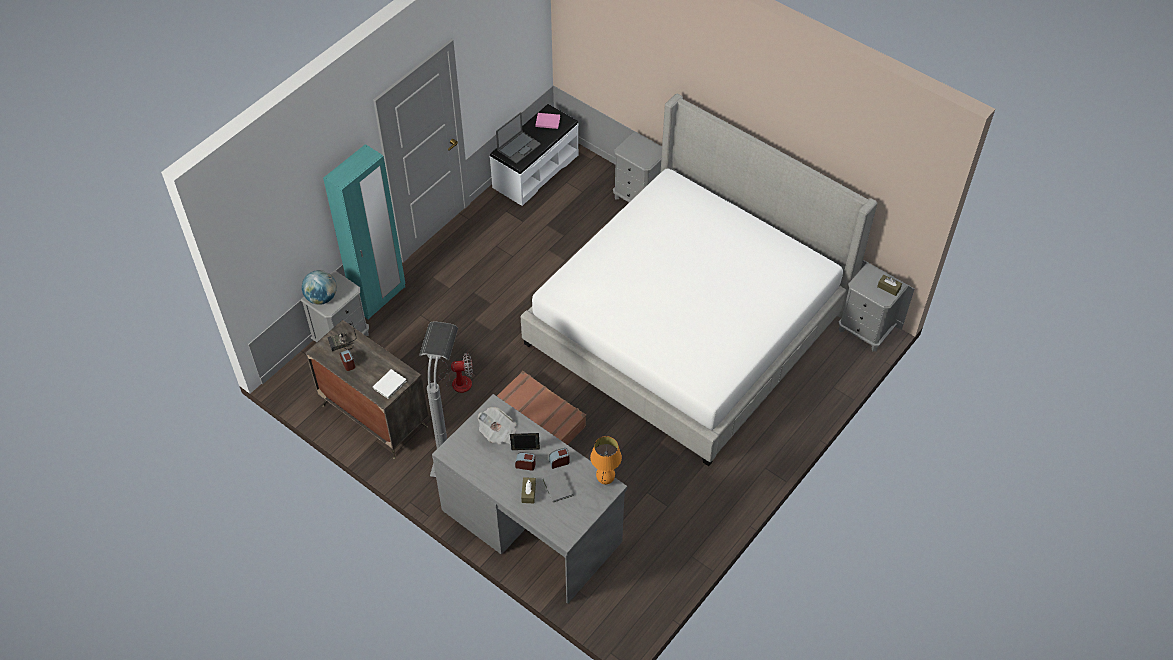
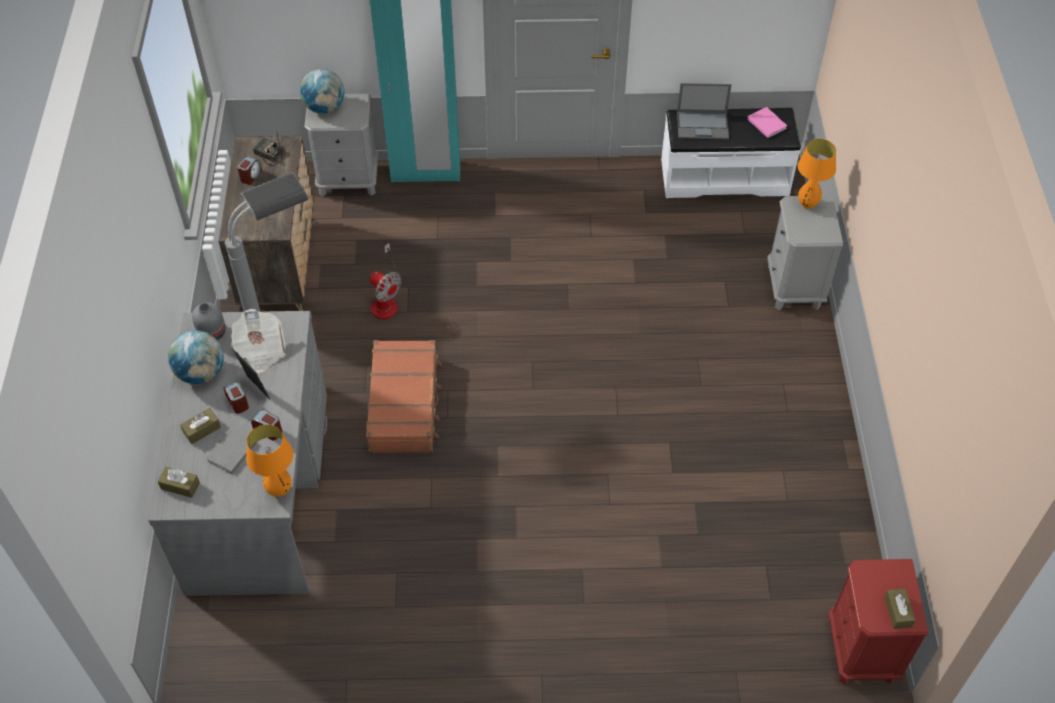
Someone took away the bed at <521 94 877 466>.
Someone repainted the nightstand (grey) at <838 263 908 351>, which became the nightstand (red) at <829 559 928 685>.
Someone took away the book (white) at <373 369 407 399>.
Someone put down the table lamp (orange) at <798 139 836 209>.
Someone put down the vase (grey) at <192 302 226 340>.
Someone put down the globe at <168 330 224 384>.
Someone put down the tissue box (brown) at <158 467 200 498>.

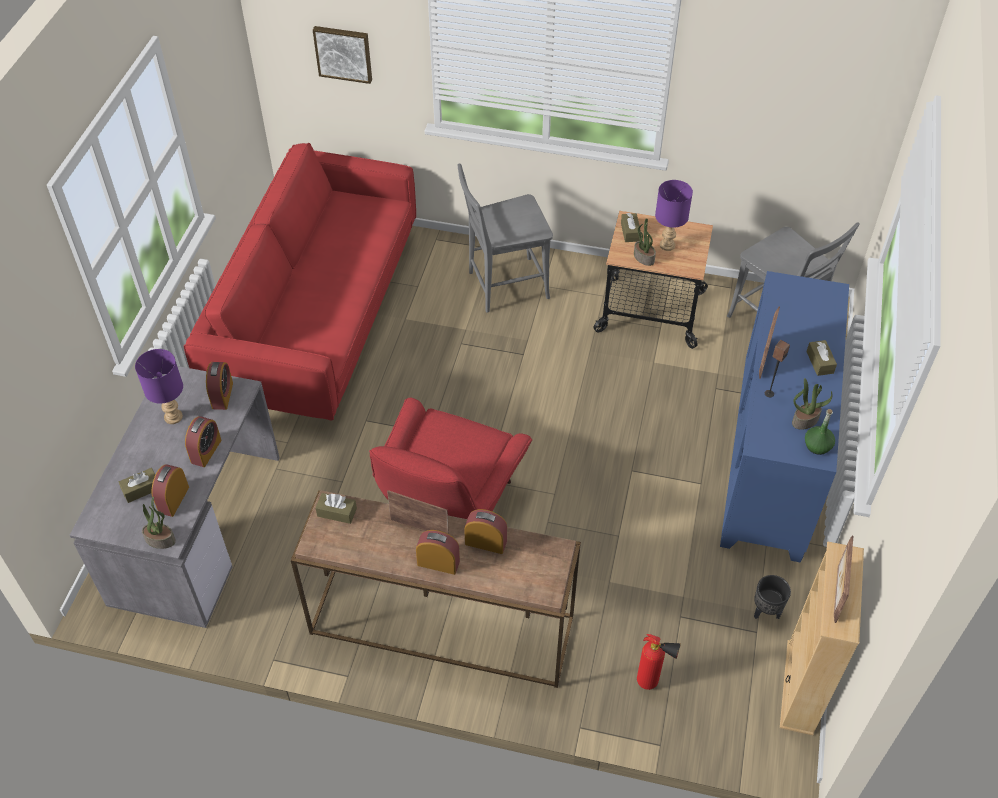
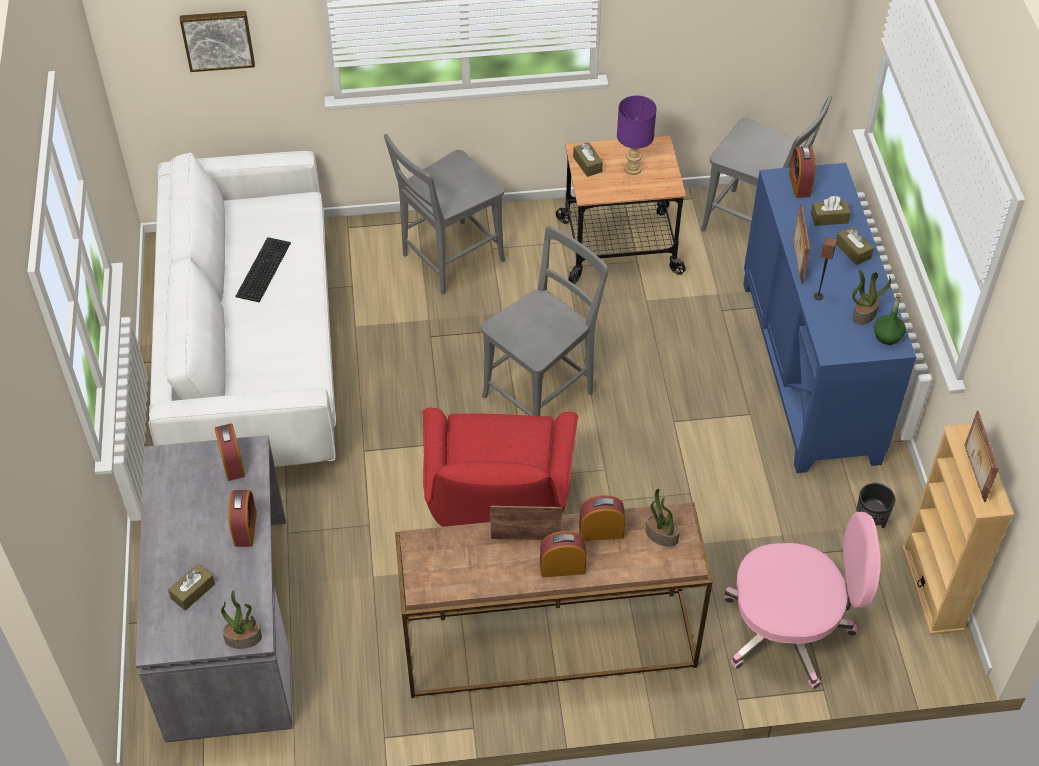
Someone repainted the sofa (red) at <184 143 416 421>, which became the sofa (white) at <149 151 336 467>.
Someone carried the potted plant from <634 218 656 266> to <646 489 680 547>.
Someone took away the table lamp (purple) at <135 349 183 424>.
Someone carried the alarm clock from <151 465 189 517> to <789 146 815 198>.
Someone carried the tissue box (brown) from <315 493 357 524> to <811 196 851 226>.
Someone swapped the fire extinguisher at <637 634 681 690> for the office chair (pink) at <724 512 881 689>.
Someone put down the chair (grey) at <480 226 608 416>.
Someone put down the keyboard at <235 237 291 303>.

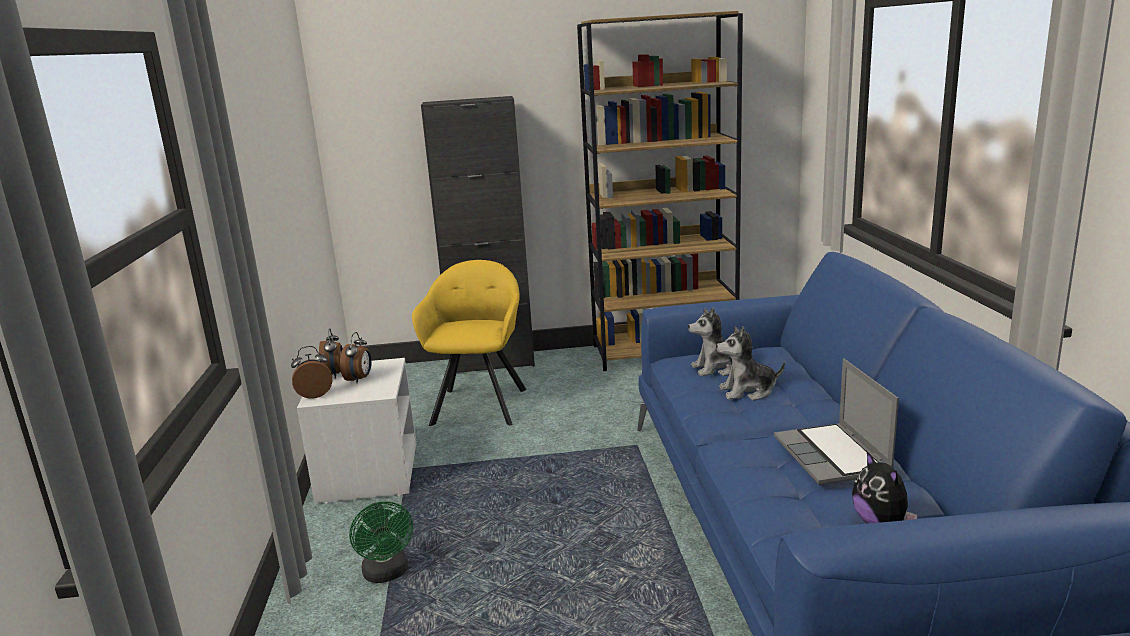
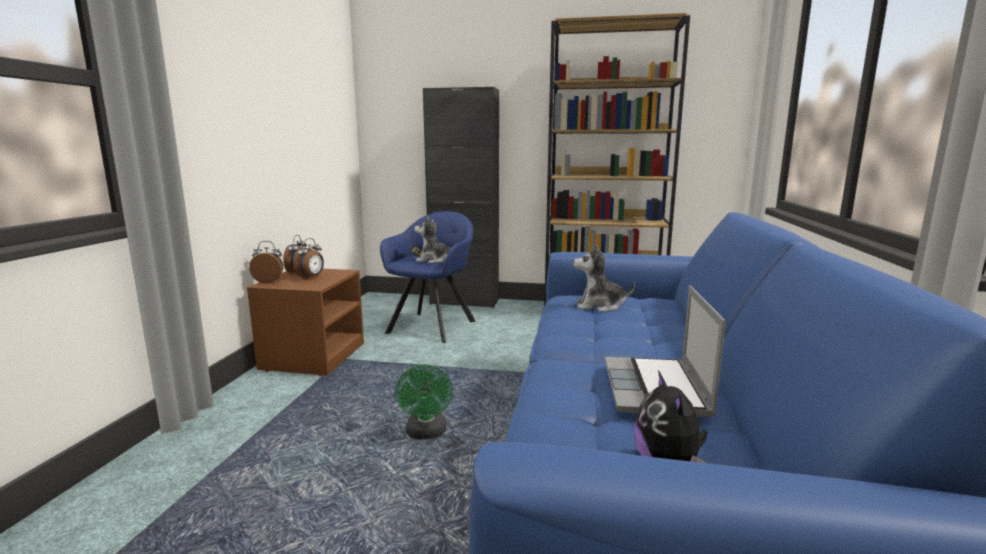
Someone repainted the armchair (yellow) at <412 260 527 426>, which became the armchair (blue) at <380 211 476 343>.
Someone carried the plush toy from <716 326 785 401> to <414 216 456 263>.
Someone repainted the nightstand (white) at <297 358 416 504>, which became the nightstand (brown) at <247 269 364 377>.
Someone carried the fan (green) from <349 501 413 583> to <396 365 453 440>.

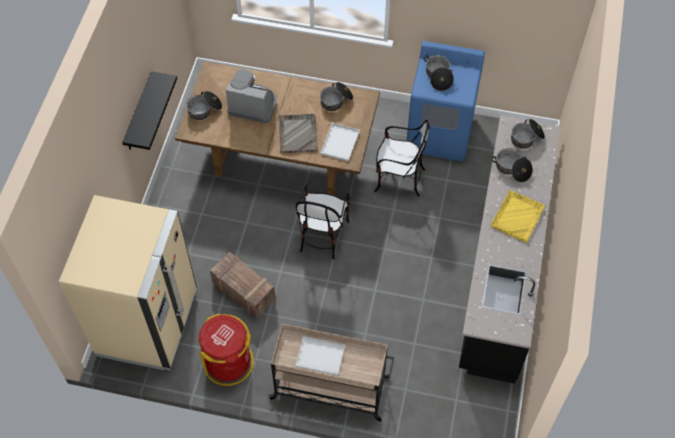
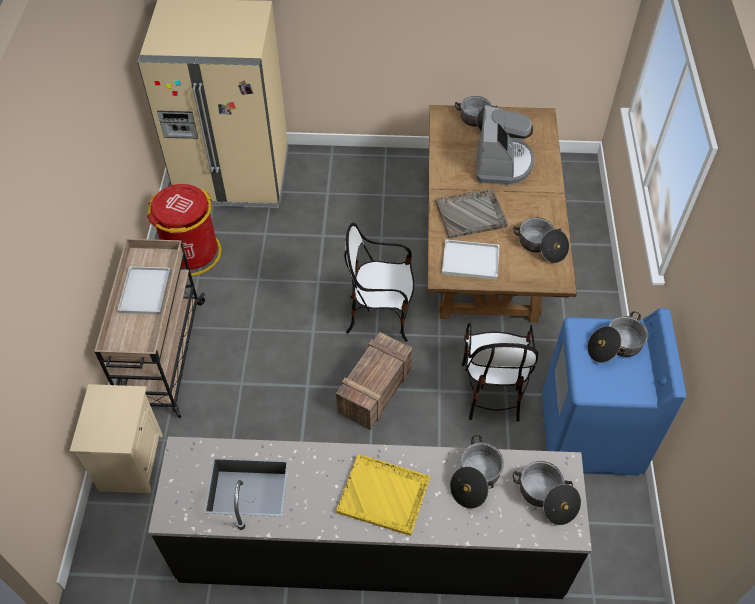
Someone took away the shelf (black) at <122 71 177 150>.
Someone carried the crate from <210 252 276 318> to <336 332 413 430>.
Someone put down the nightstand (beige) at <70 384 163 493>.

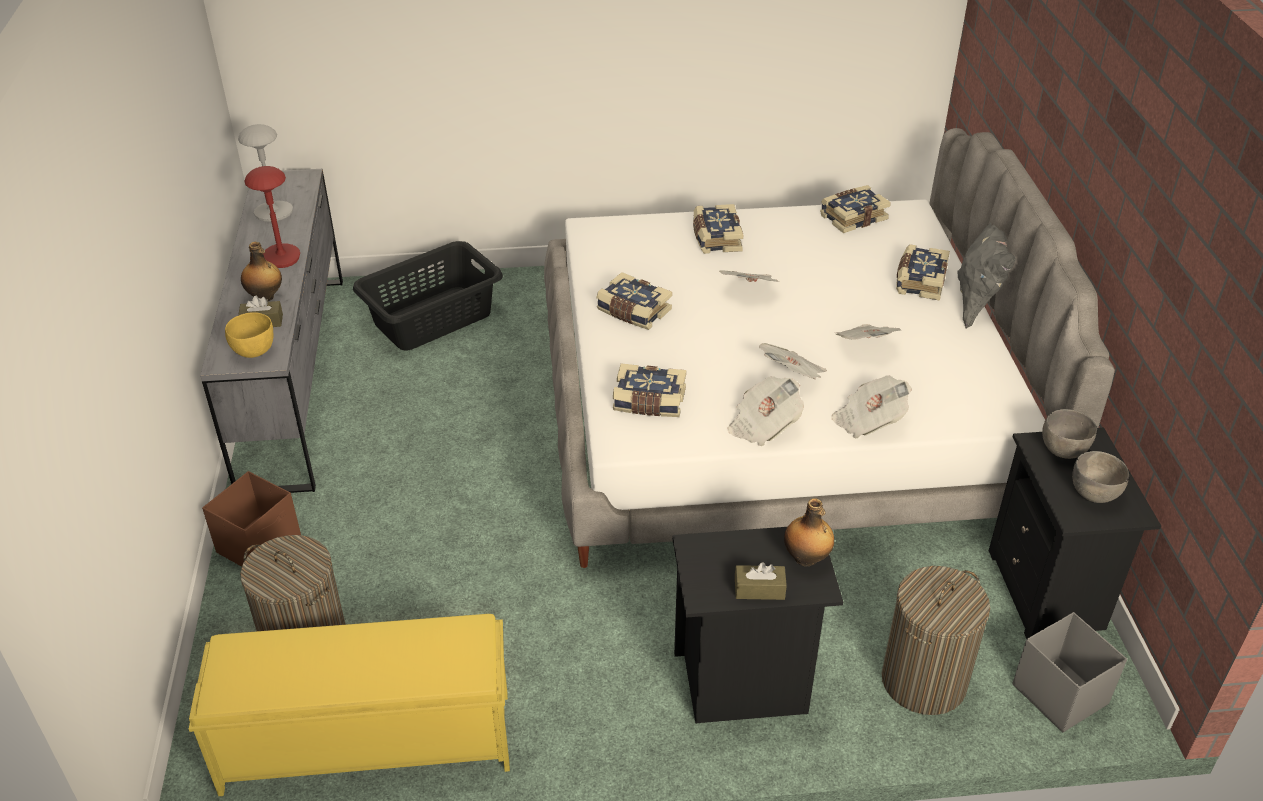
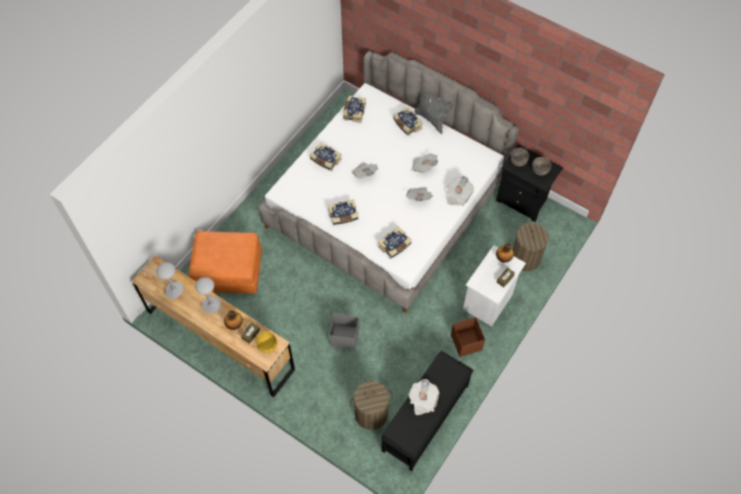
Someone repainted the table lamp (red) at <244 166 300 268>, which became the table lamp (grey) at <195 277 221 313>.
Someone repainted the dresser (grey) at <200 169 343 493>, which became the dresser (brown) at <132 255 295 397>.
Someone swapped the laundry basket (black) at <353 241 503 351> for the ottoman (orange) at <189 231 262 294>.
Someone carried the newspaper from <727 376 804 446> to <409 379 439 415>.
Someone carried the storage box (brown) from <202 471 301 567> to <451 317 485 357>.
Someone repainted the nightstand (black) at <672 527 843 723>, which became the nightstand (white) at <462 245 526 327>.
Someone carried the storage box (grey) from <1012 612 1127 733> to <329 313 359 350>.
Someone repainted the bench (yellow) at <189 614 510 796>, which became the bench (black) at <381 351 474 471>.

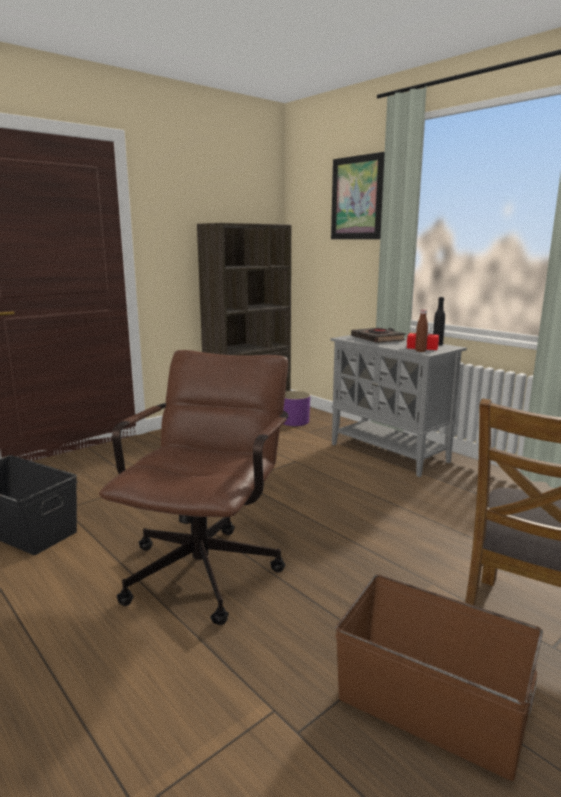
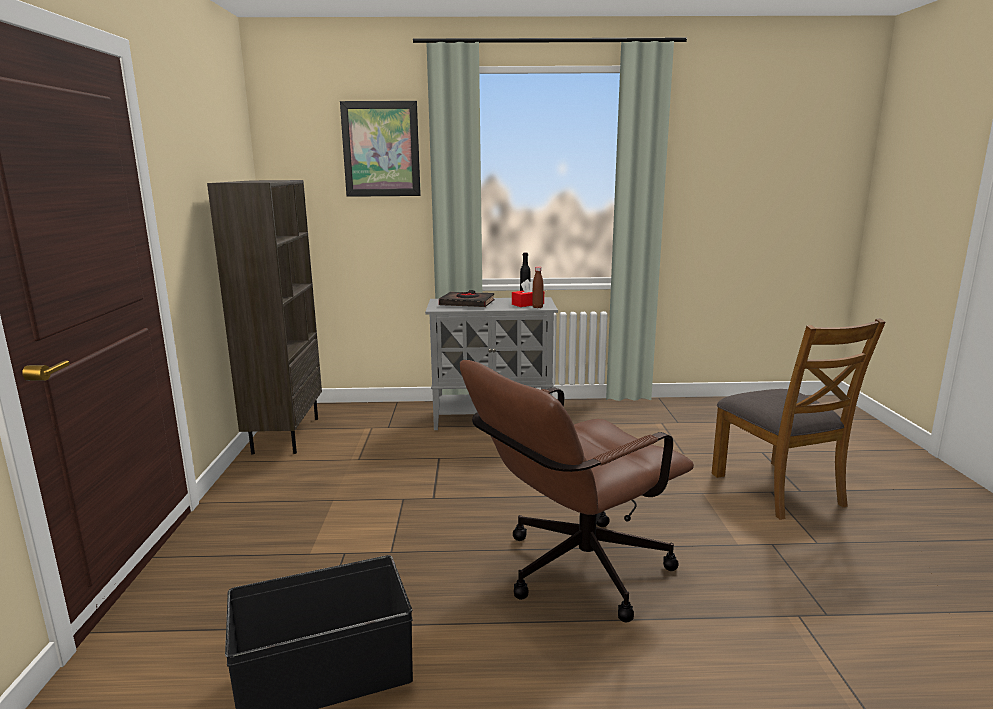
Someone rotated the office chair (brown) at <99 350 288 625> by 90 degrees counterclockwise.
Someone took away the planter (purple) at <283 391 310 426>.
Someone took away the storage box (brown) at <335 574 543 781>.

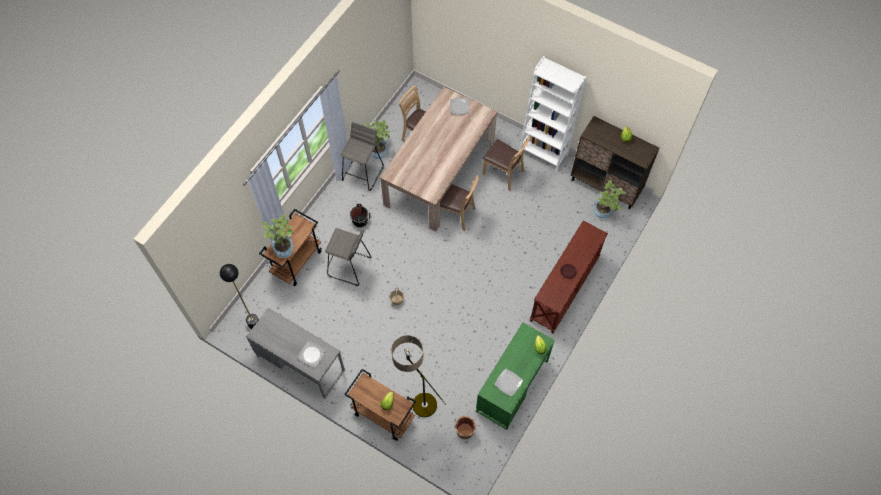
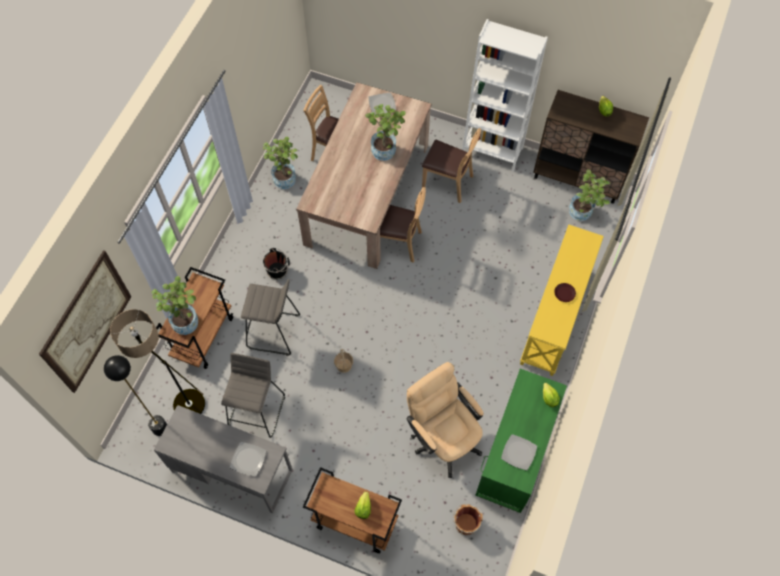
Someone carried the stool (grey) from <340 122 384 191> to <221 353 285 438>.
Someone repainted the console table (brown) at <530 221 608 334>, which became the console table (yellow) at <520 225 604 376>.
Someone carried the floor lamp from <391 335 447 417> to <110 309 205 414>.
Someone put down the potted plant at <365 104 406 161>.
Someone put up the picture at <39 250 131 393>.
Someone put down the office chair (beige) at <406 362 484 478>.

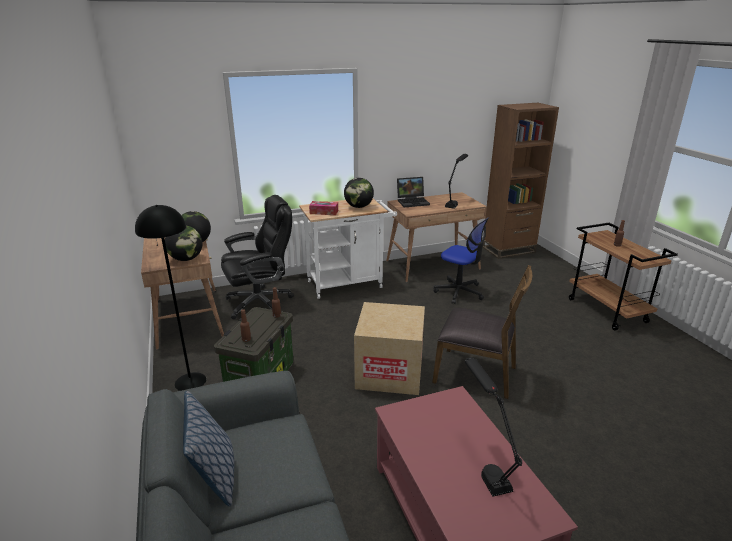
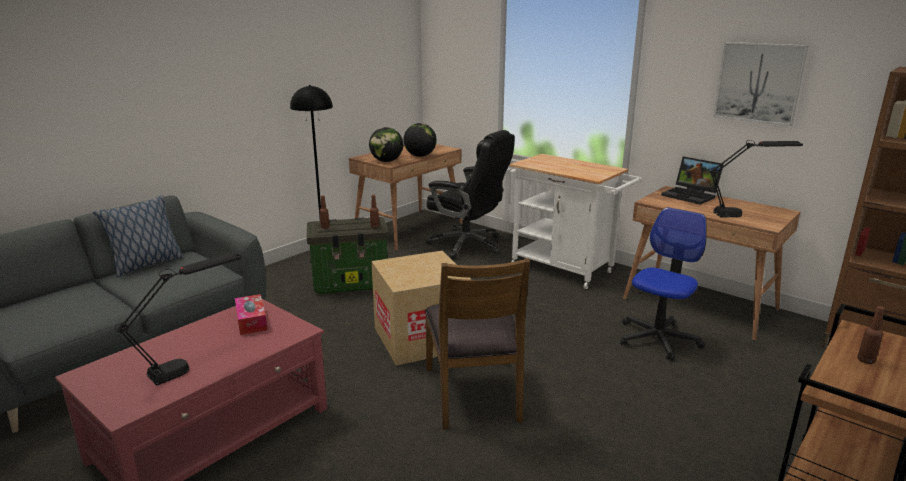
Someone took away the globe at <344 178 374 208>.
Someone carried the tissue box from <309 201 338 215> to <235 294 267 335>.
Someone rotated the office chair at <434 217 489 304> by 150 degrees counterclockwise.
Someone put up the picture at <713 42 809 126>.

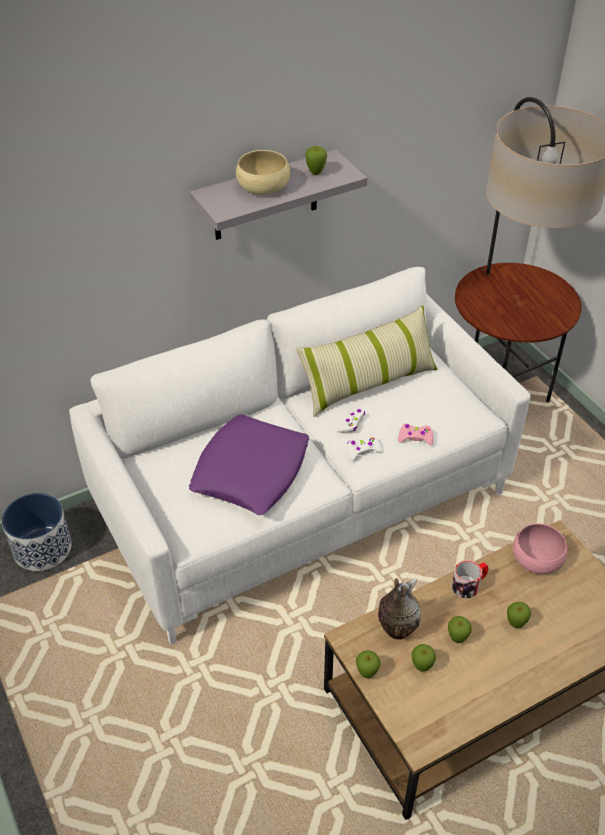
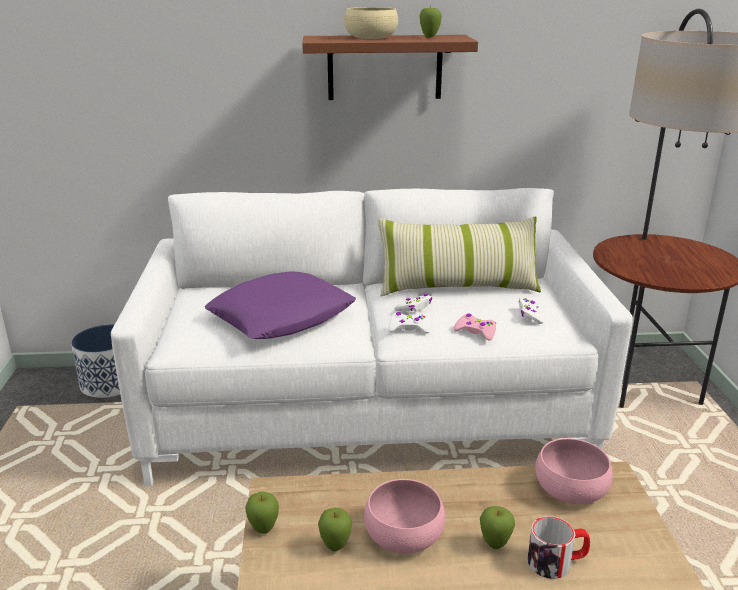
Someone repainted the shelf (grey) at <190 150 367 240>, which became the shelf (brown) at <302 35 478 100>.
Someone carried the mug from <452 560 488 598> to <528 516 590 579>.
Someone took away the vase at <378 578 421 640>.
Someone swapped the apple at <448 616 472 643> for the bowl (pink) at <364 479 445 554>.
Someone put down the game controller (white) at <519 298 544 324>.

